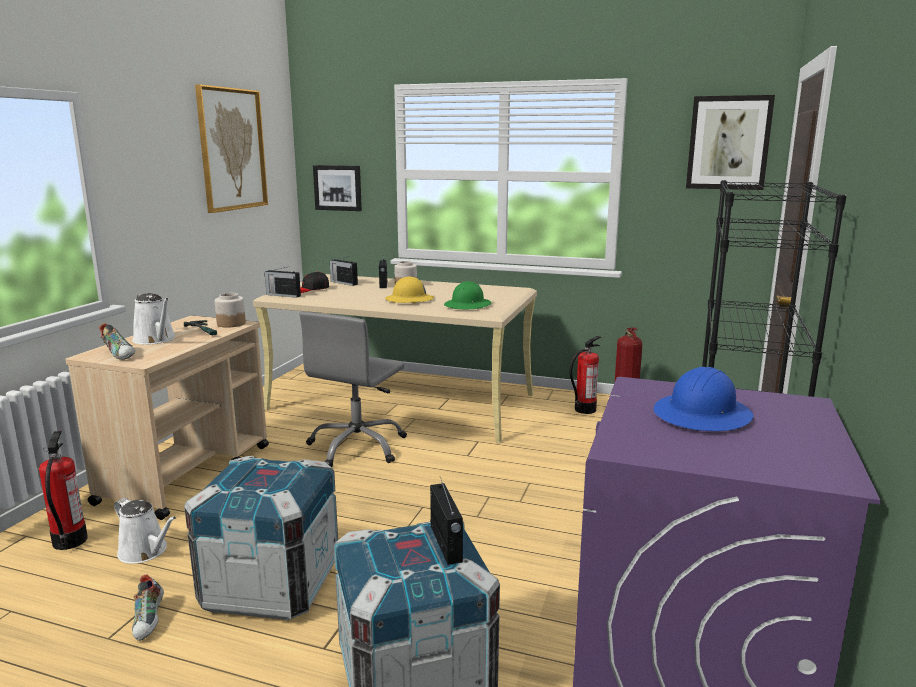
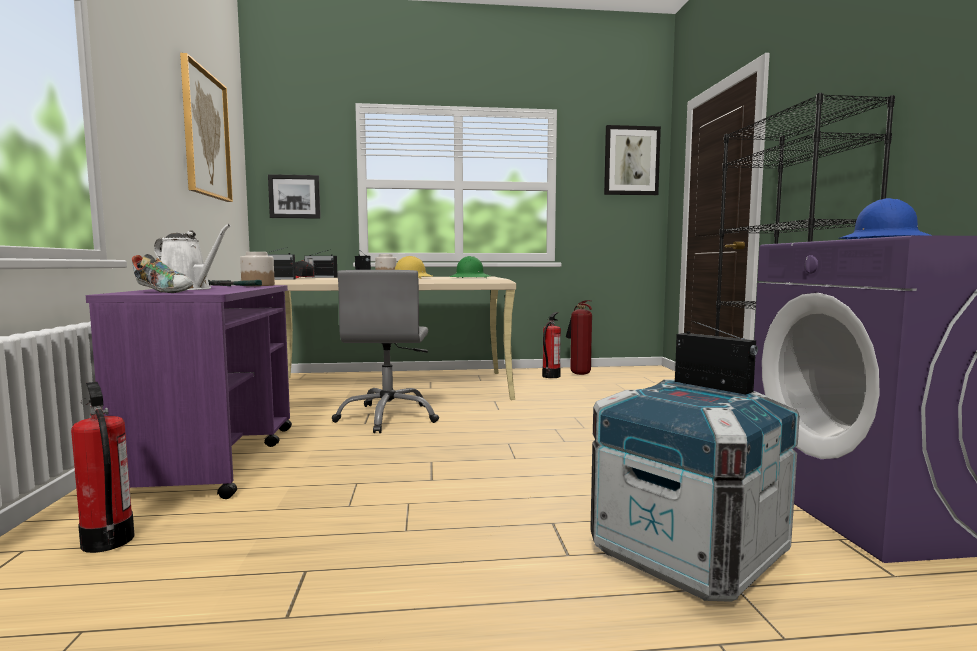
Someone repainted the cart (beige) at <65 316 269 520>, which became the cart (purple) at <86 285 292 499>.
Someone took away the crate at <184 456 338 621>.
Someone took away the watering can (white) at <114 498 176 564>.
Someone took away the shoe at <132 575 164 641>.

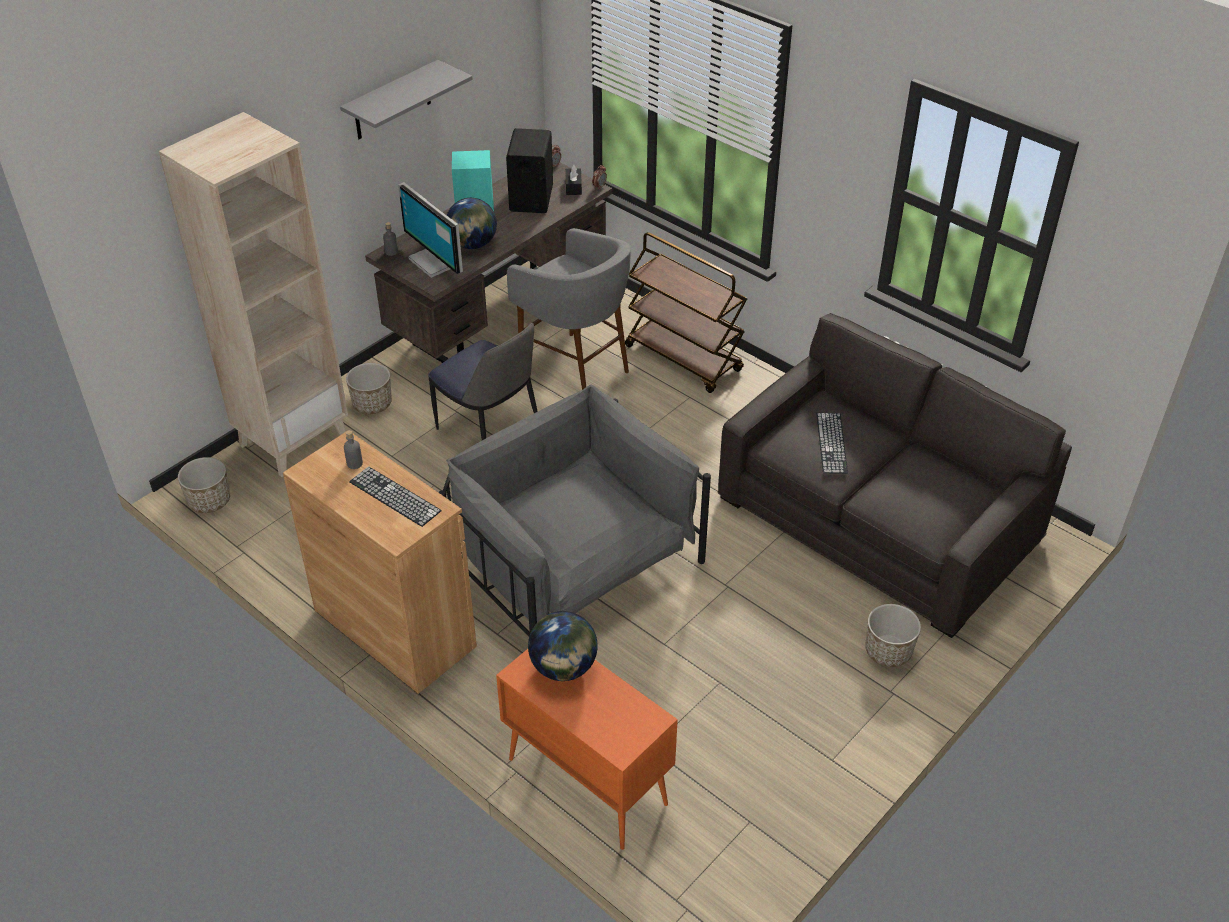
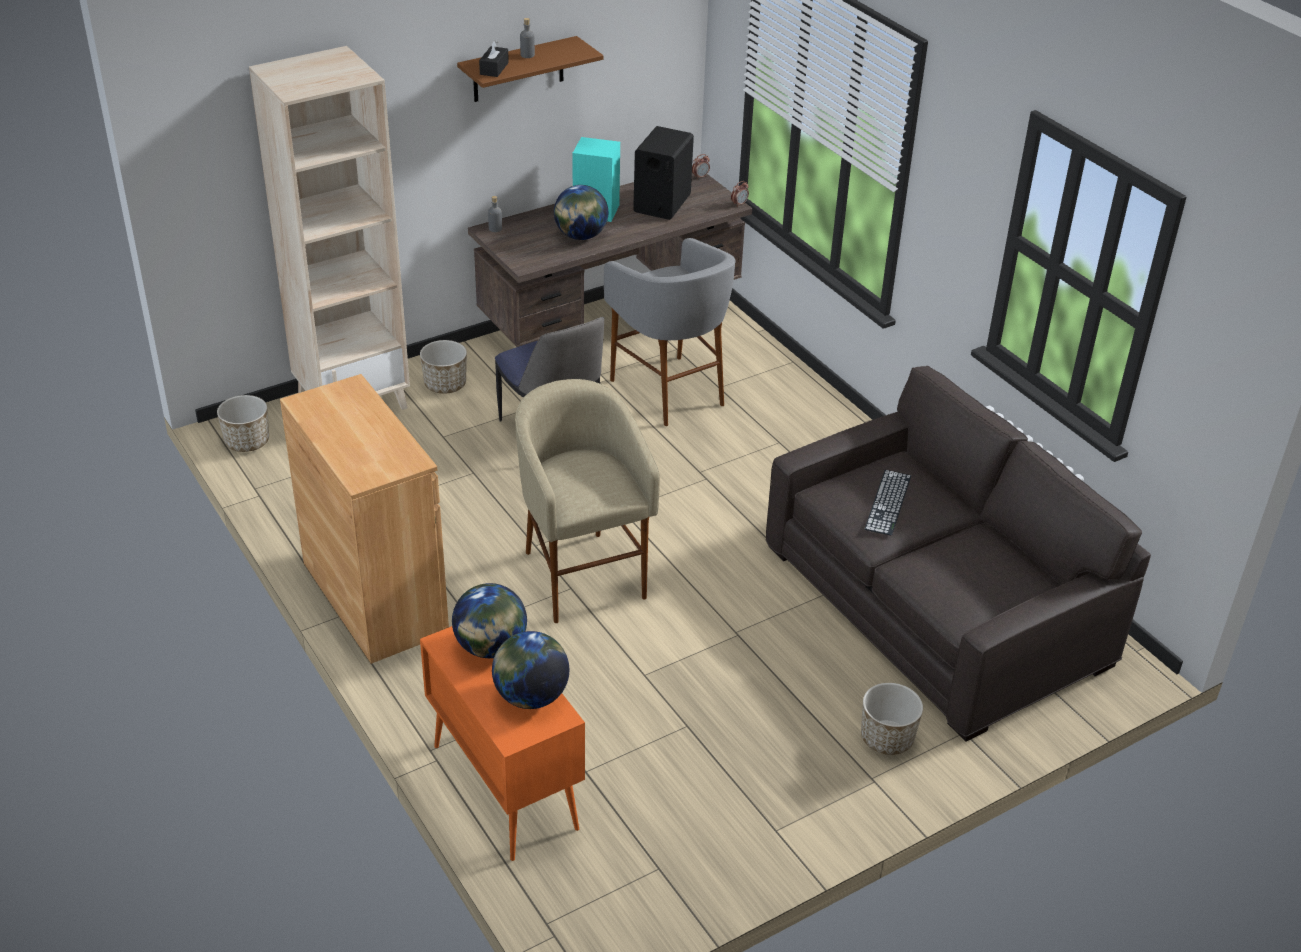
Someone repainted the shelf (grey) at <340 60 473 139>, which became the shelf (brown) at <457 36 604 102>.
Someone carried the tissue box (black) from <566 165 582 195> to <479 40 509 77>.
Someone took away the monitor at <398 182 463 278>.
Someone took away the cart (brown) at <625 232 747 393>.
Someone swapped the armchair (grey) at <438 384 711 637> for the stool (beige) at <515 379 660 623>.
Someone carried the bottle (grey) from <344 430 363 469> to <520 18 535 58>.
Someone took away the keyboard at <349 467 442 527>.
Someone put down the globe at <492 631 569 709>.

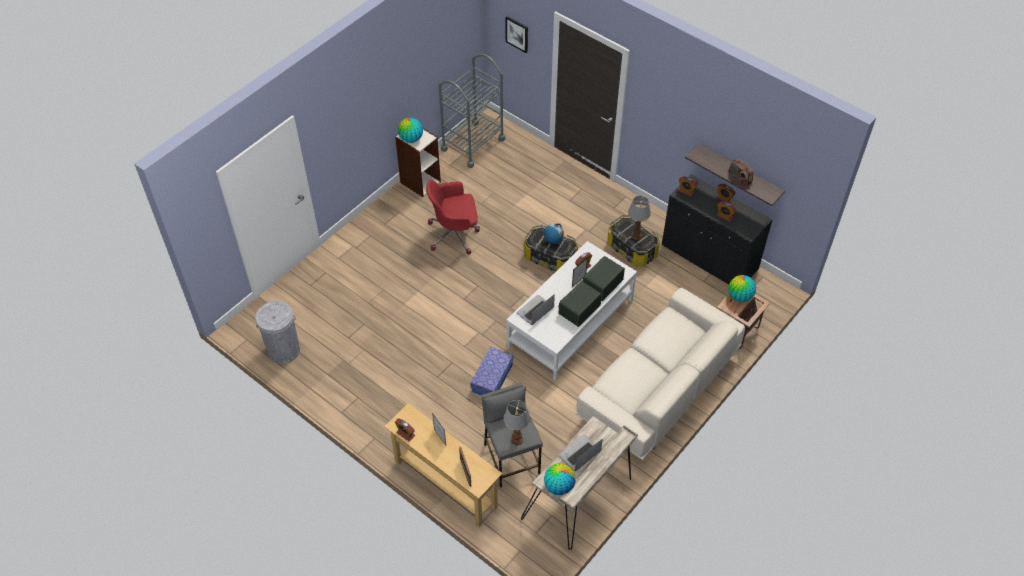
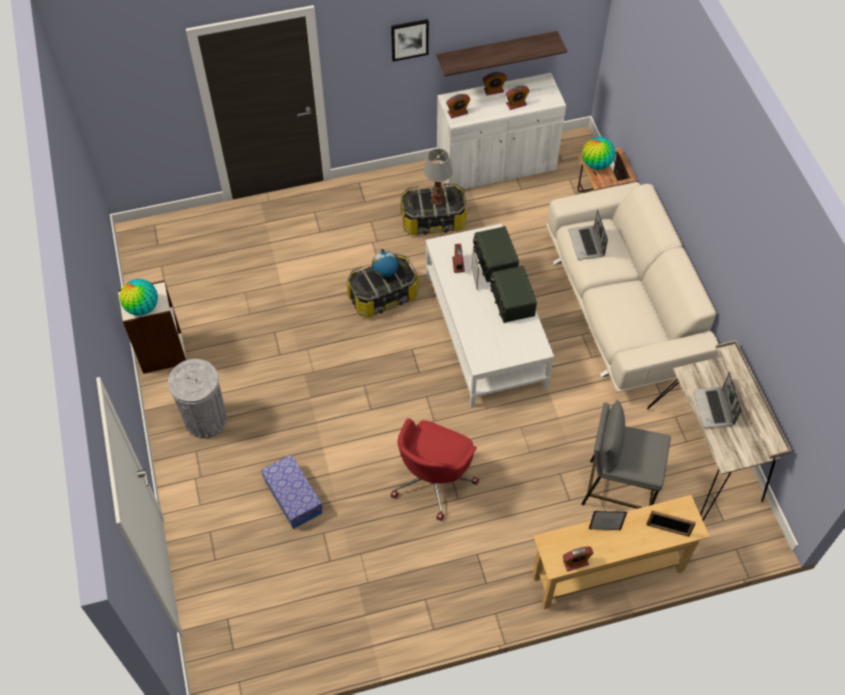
Someone carried the picture from <505 16 528 53> to <391 19 429 62>.
Someone took away the cart (grey) at <439 54 505 168>.
Someone took away the radio at <729 159 753 187>.
Someone repainted the cabinet (black) at <662 174 772 285>, which became the cabinet (white) at <437 73 566 190>.
Someone carried the office chair (red) from <426 180 480 254> to <391 418 479 521>.
Someone carried the laptop from <516 294 555 325> to <568 209 608 260>.
Someone carried the trash can (grey) from <256 301 300 364> to <168 359 227 439>.
Someone carried the storage box from <470 347 513 396> to <261 454 323 529>.
Someone took away the table lamp at <503 400 531 445>.
Someone took away the globe at <544 463 576 495>.

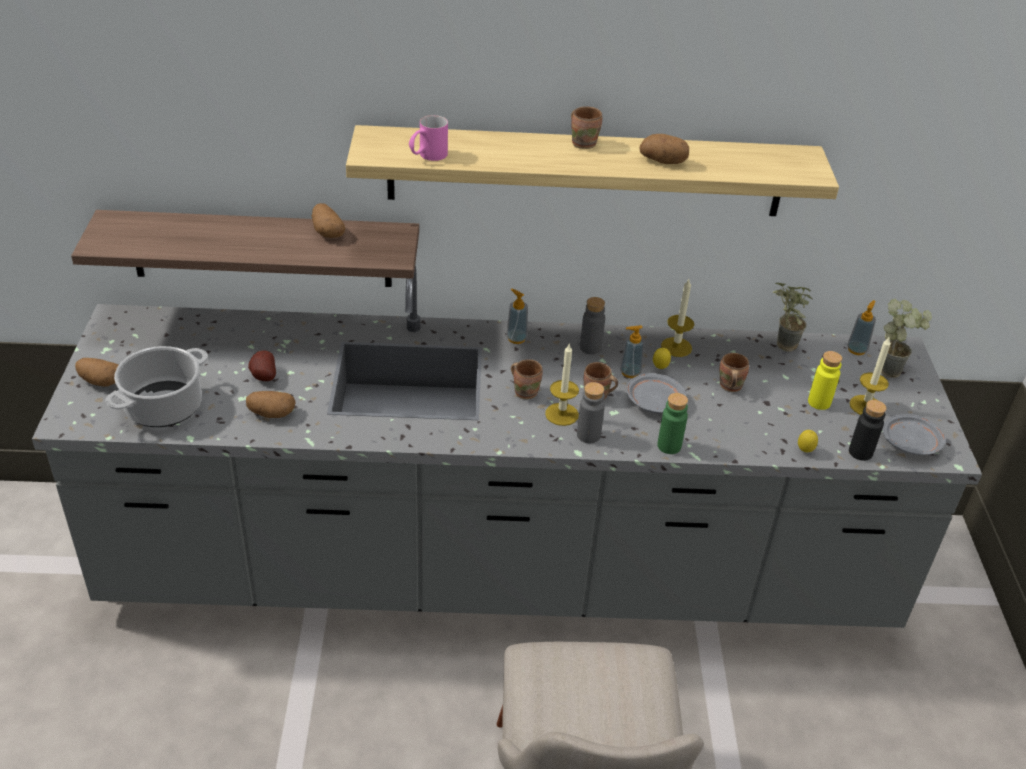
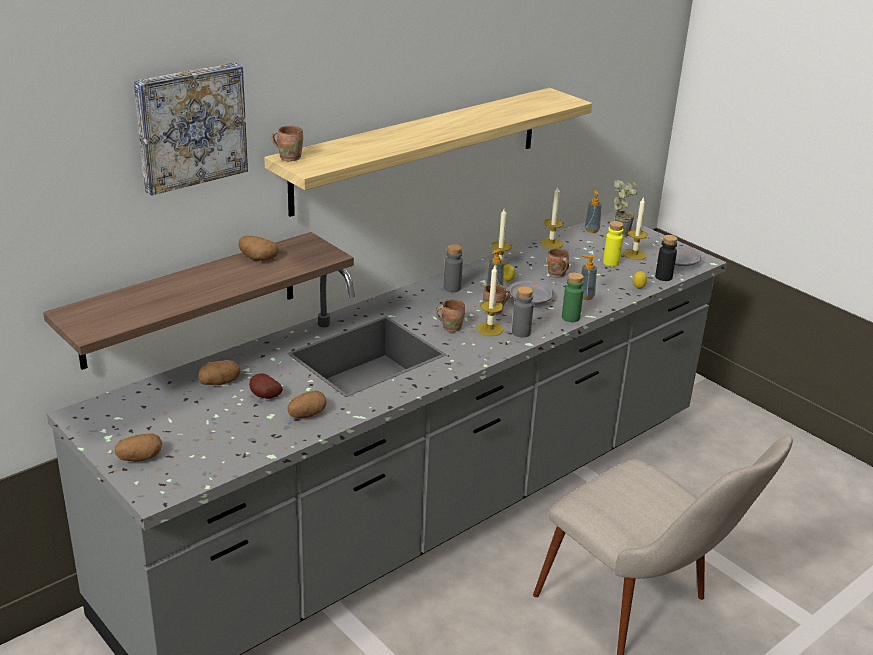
Someone carried the mug (brown) from <571 106 602 149> to <272 125 303 161>.
Someone took away the mug (pink) at <409 115 448 161>.
Someone carried the potato from <640 134 689 164> to <198 360 241 385>.
Someone swapped the potted plant at <773 283 812 352> for the candle at <540 187 564 249>.
Someone carried the soap dispenser from <506 289 528 344> to <581 255 597 300>.
Someone took away the cooking pot at <106 346 208 427>.
Someone put up the picture at <134 63 248 196>.

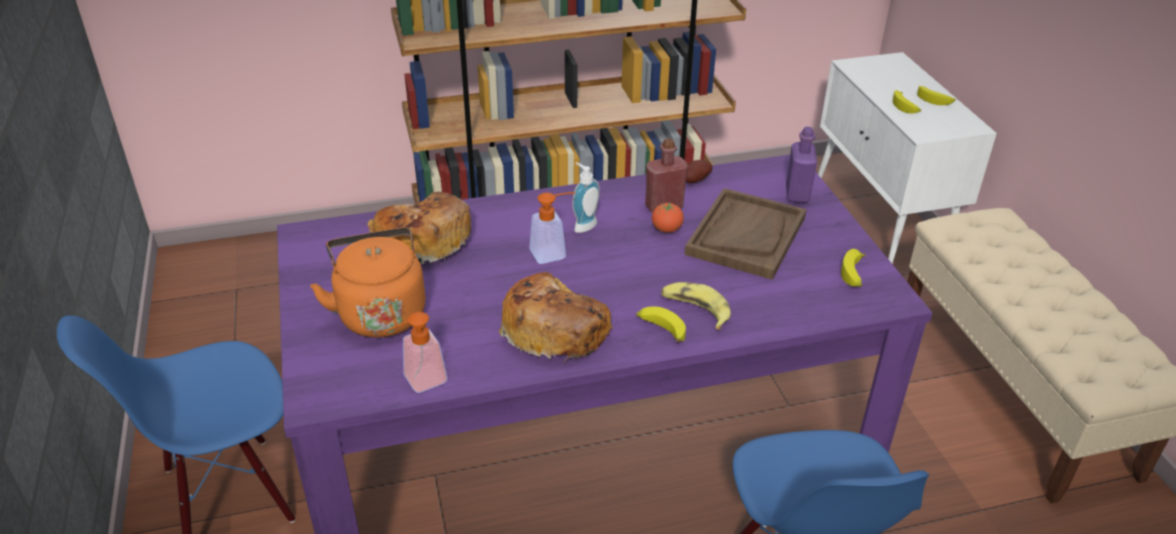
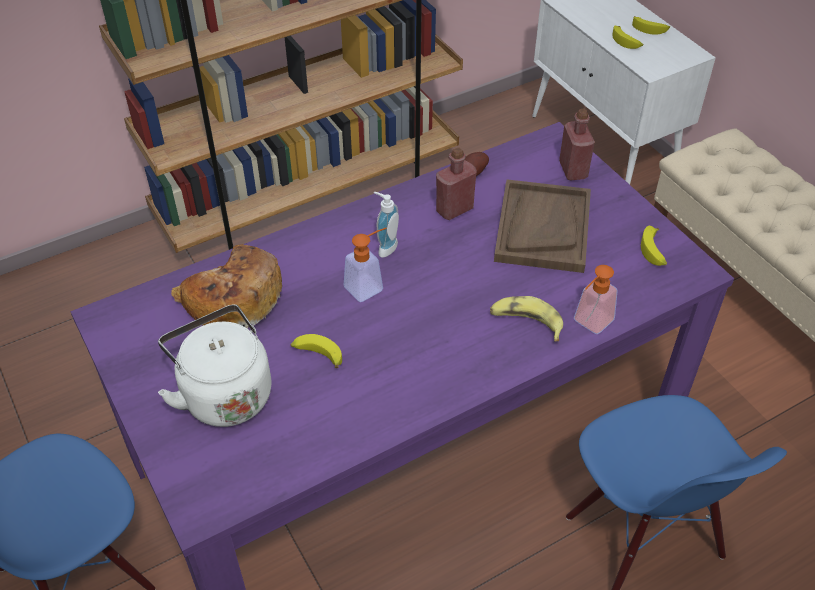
Someone repainted the bottle (purple) at <786 127 817 203>, which became the bottle (red) at <559 109 595 180>.
Someone took away the tomato at <652 203 684 233>.
Someone repainted the kettle (orange) at <310 227 426 338>, which became the kettle (white) at <158 305 272 427>.
Someone took away the bread at <499 272 613 362>.
Someone carried the banana from <636 306 686 343> to <290 334 342 368>.
Someone carried the soap dispenser from <384 312 447 393> to <574 265 618 334>.

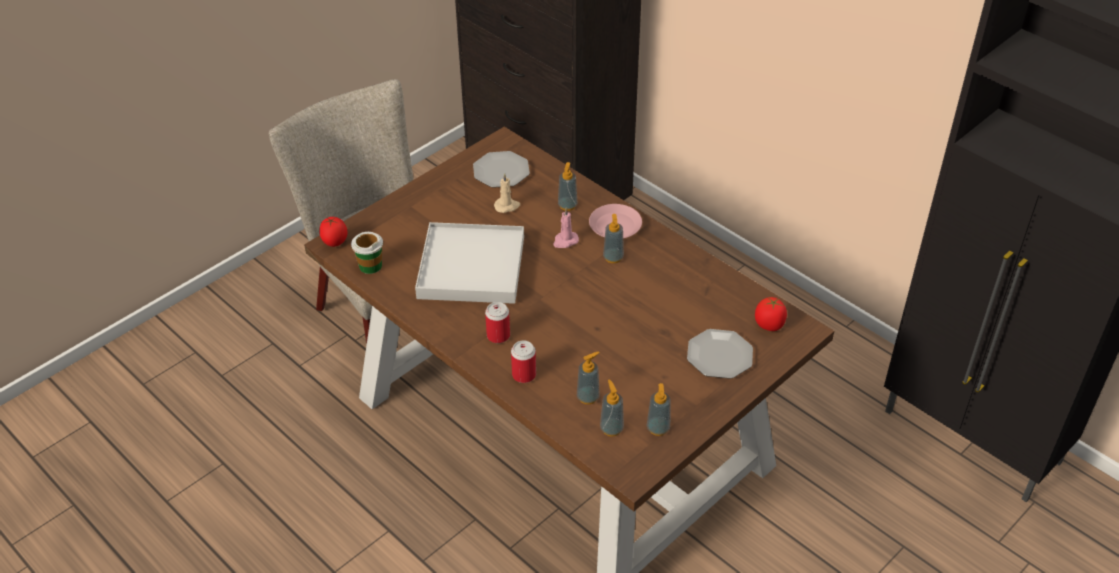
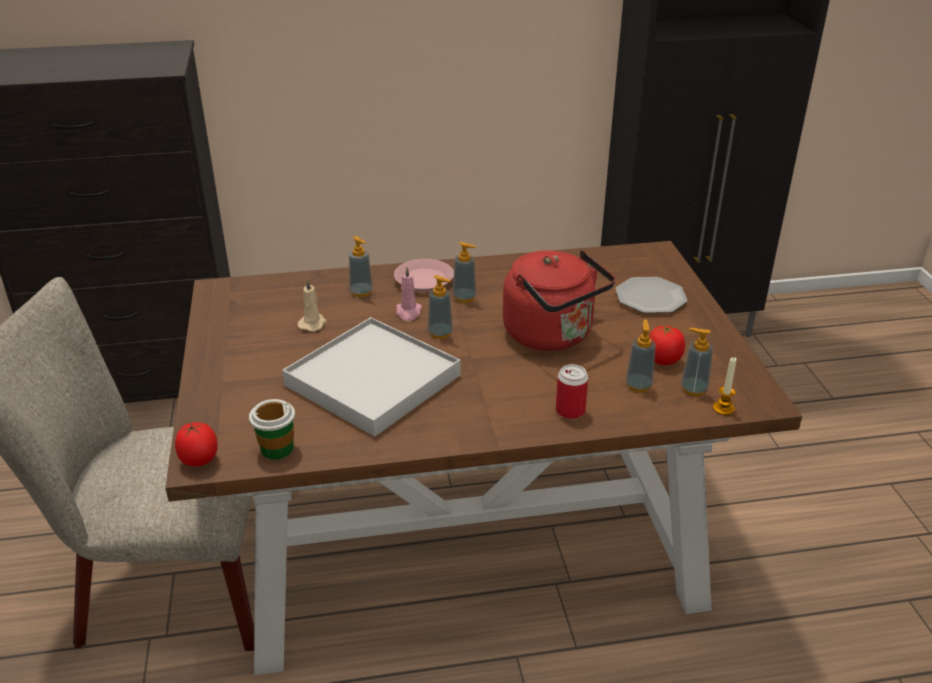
Someone took away the plate at <473 151 530 188>.
Someone carried the tomato from <755 297 787 331> to <649 324 685 365>.
Someone took away the can at <485 302 510 343>.
Someone carried the soap dispenser from <647 383 671 436> to <428 275 453 339>.
Someone put down the kettle (red) at <503 250 615 351>.
Someone put down the candle at <713 357 737 415>.

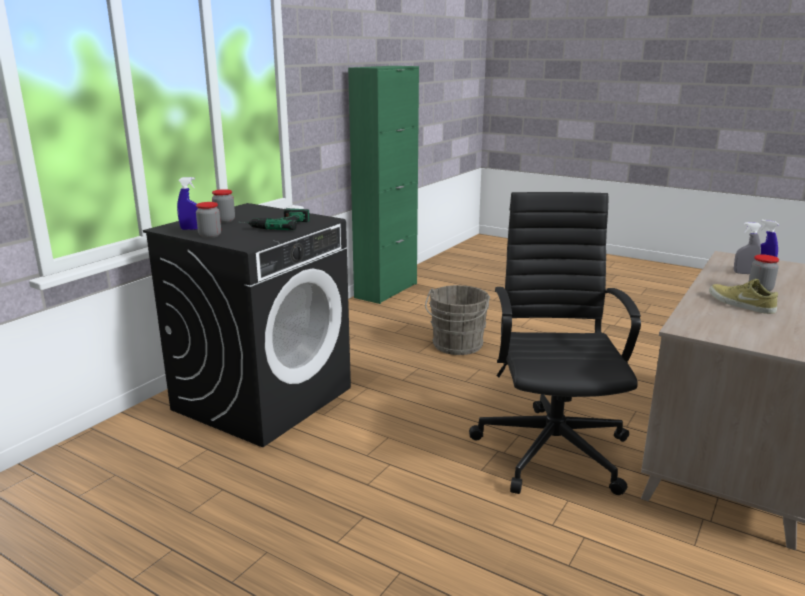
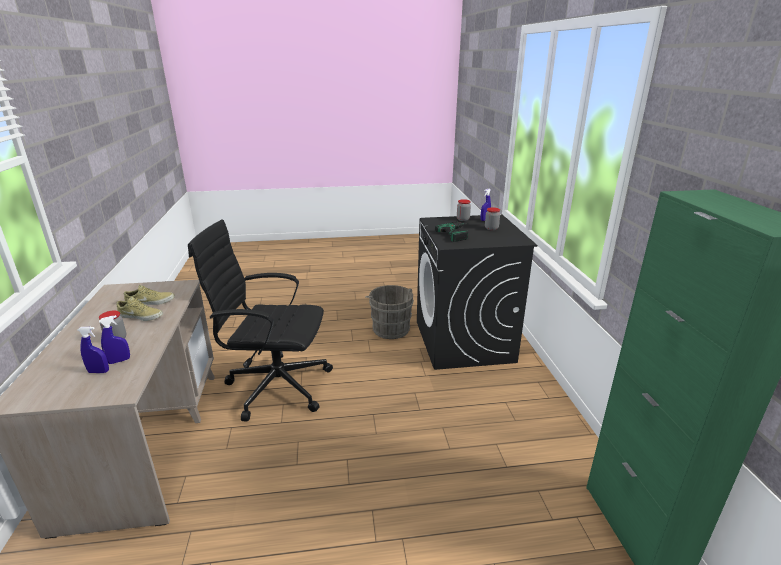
Someone rotated the office chair (black) at <469 192 641 495> by 135 degrees clockwise.
Someone repainted the spray bottle (grey) at <734 222 762 274>, which became the spray bottle (blue) at <99 315 130 364>.
Someone carried the bucket (grey) from <425 285 490 355> to <365 285 414 339>.
Someone put down the shoe (beige) at <124 285 175 305>.

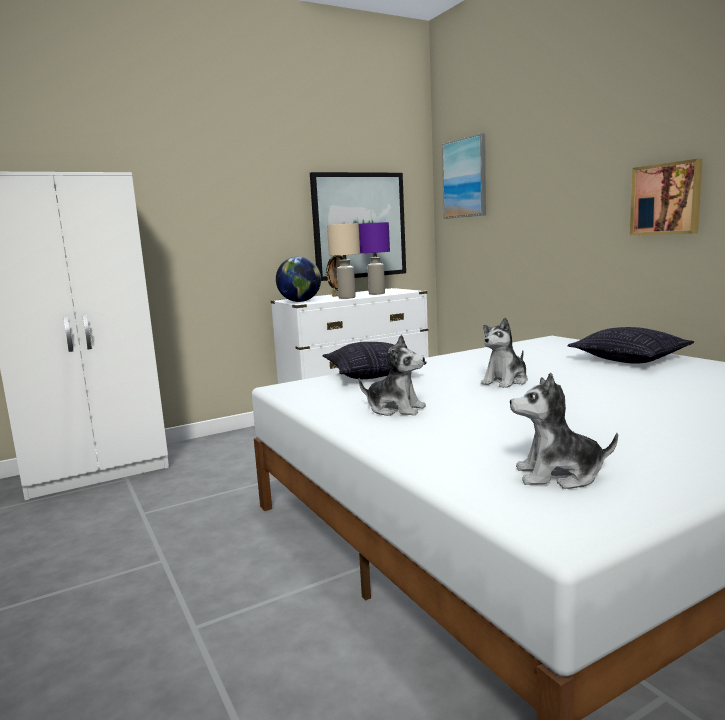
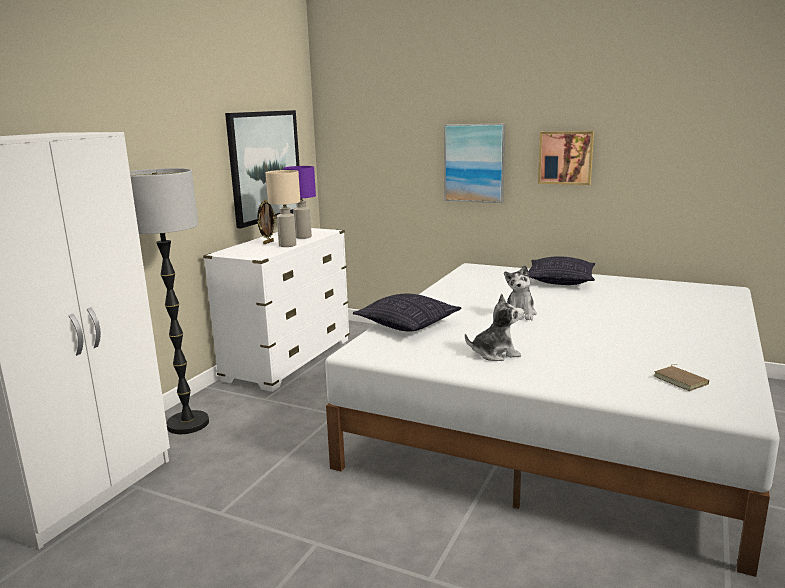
Someone carried the picture from <442 133 486 219> to <444 124 505 203>.
Someone took away the globe at <276 256 321 302>.
Someone swapped the plush toy at <510 372 618 489> for the book (brown) at <654 364 709 391>.
Someone put down the floor lamp at <130 168 209 434>.

